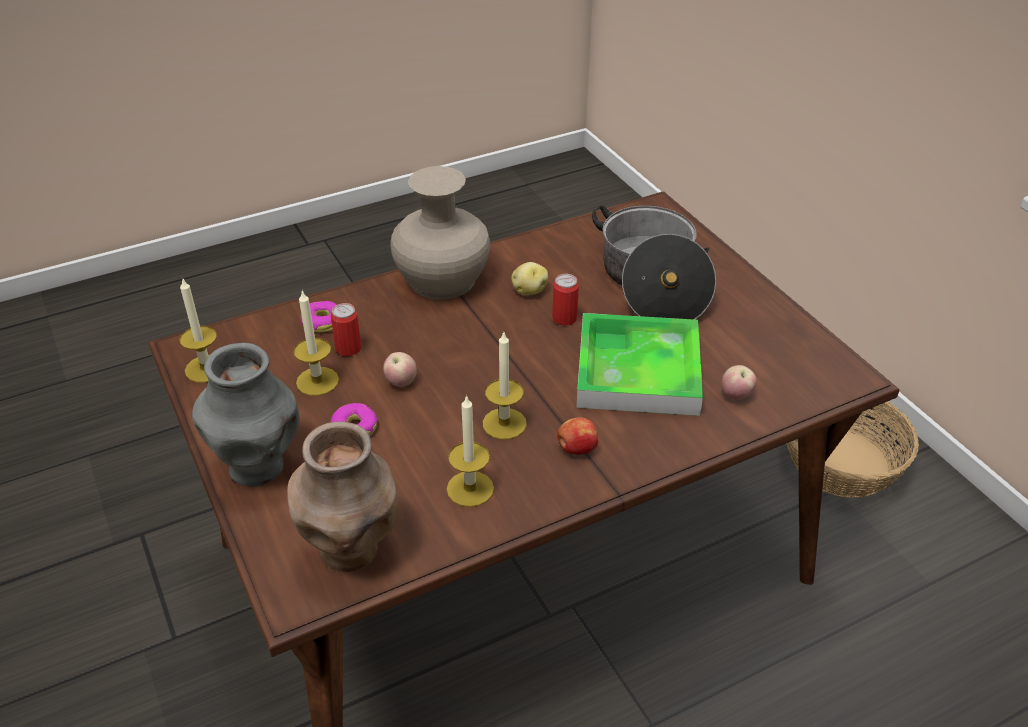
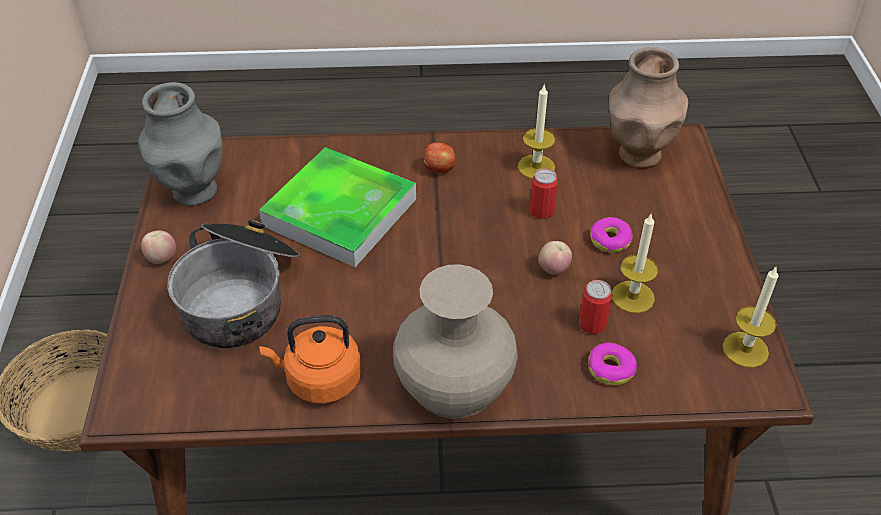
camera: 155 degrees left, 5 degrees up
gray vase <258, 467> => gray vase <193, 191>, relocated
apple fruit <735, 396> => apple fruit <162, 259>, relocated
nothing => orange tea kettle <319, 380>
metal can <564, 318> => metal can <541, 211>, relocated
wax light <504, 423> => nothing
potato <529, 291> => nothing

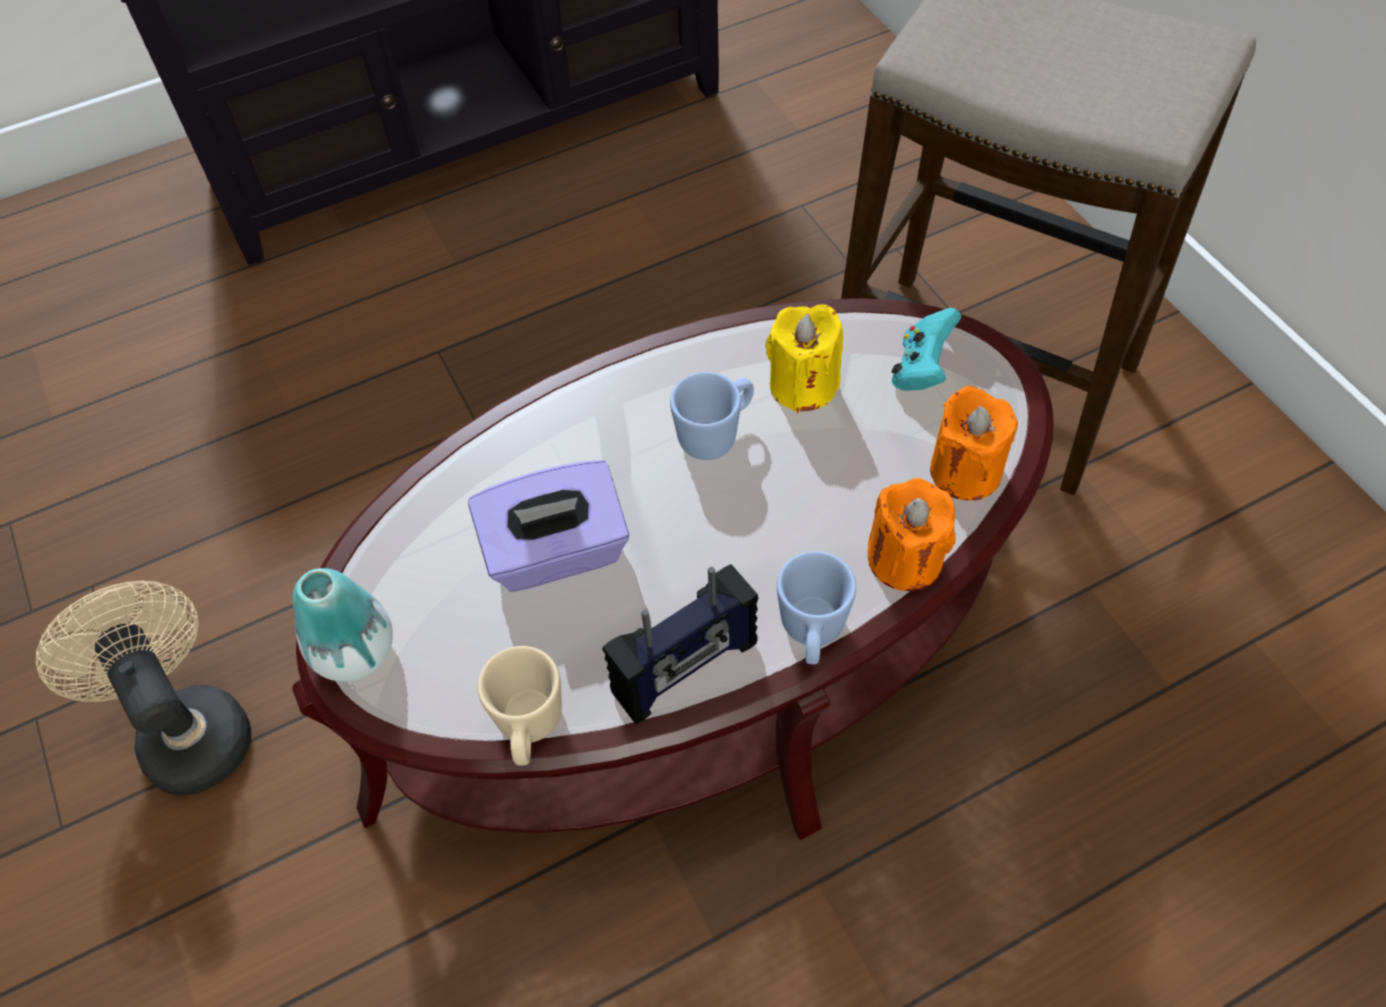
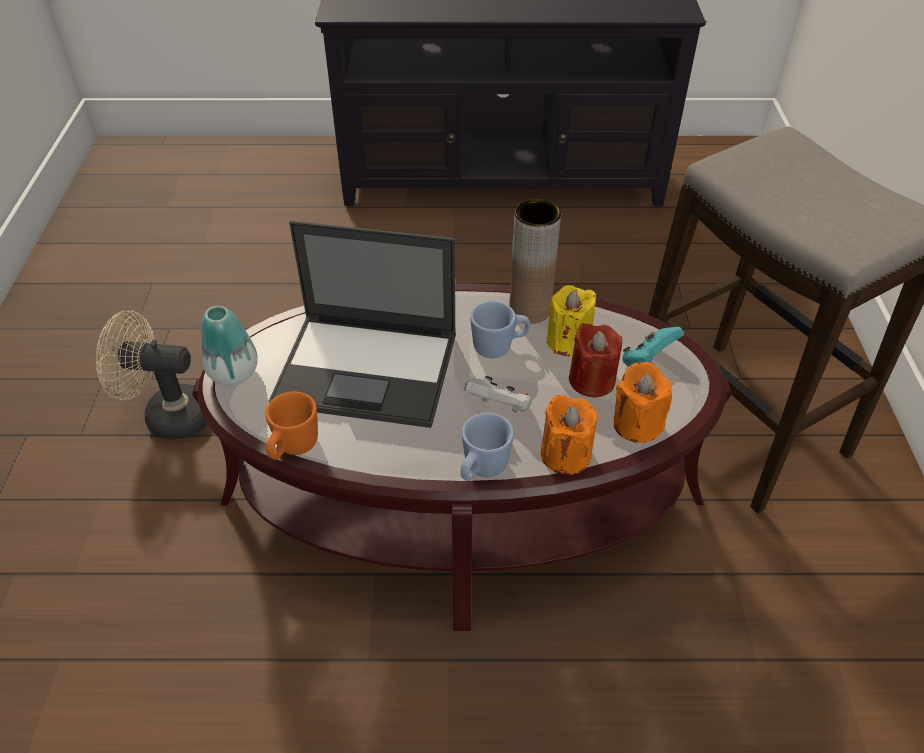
camera: 25 degrees right, 10 degrees down
sand-coloured electric fan <189, 729> => sand-coloured electric fan <168, 416>, 75 degrees counterclockwise
sand-coloured tea mug <529, 729> => orange tea mug <293, 448>
purple box of tissues <557, 553> => notebook computer <369, 370>
nothing => white-coloured gamepad <500, 407>
nothing => brown-coloured vase <530, 309>
nothing => reddish wax light <591, 380>
radio set <686, 670> => nothing

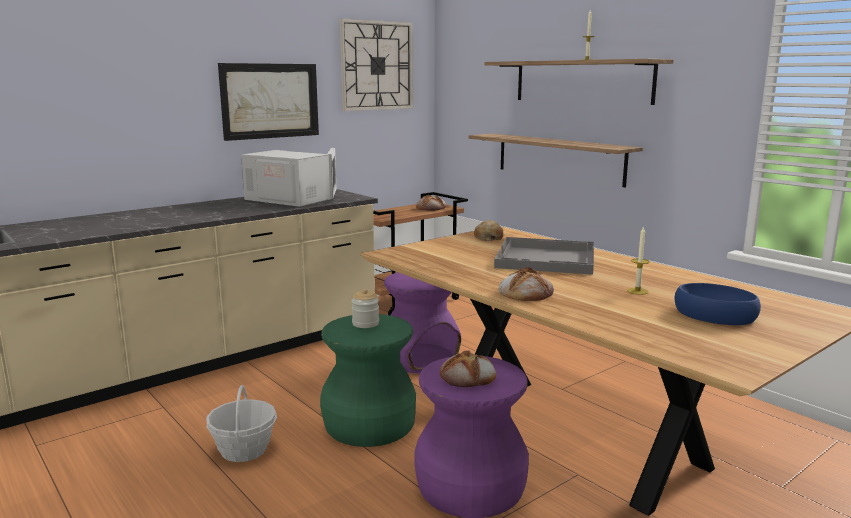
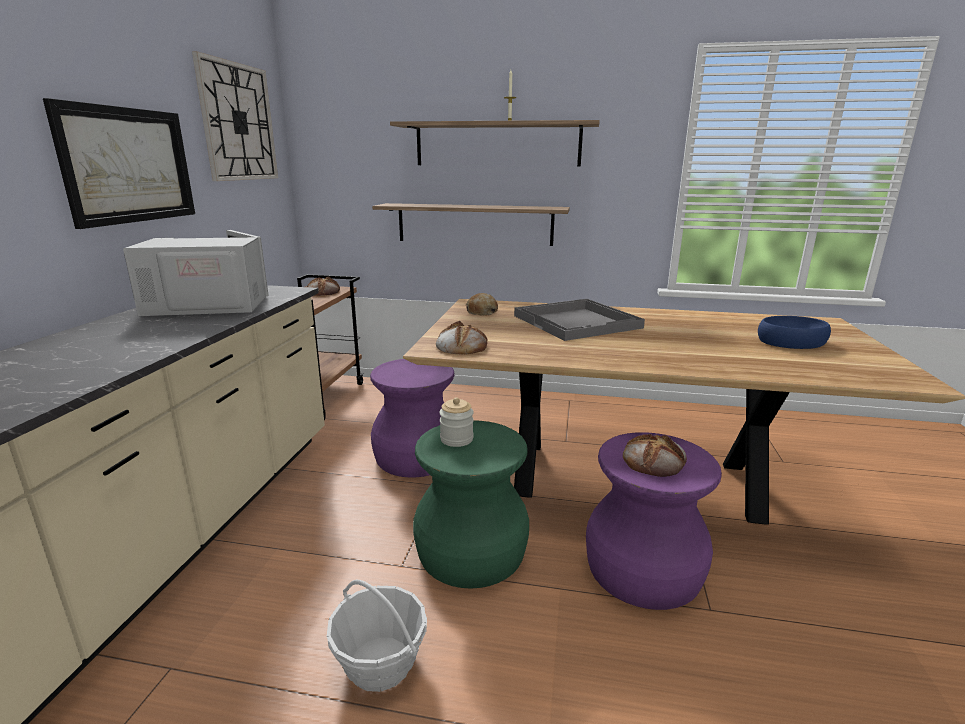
camera: 40 degrees left, 5 degrees up
baked bread <525, 292> => baked bread <461, 346>, relocated
wax light <637, 291> => nothing

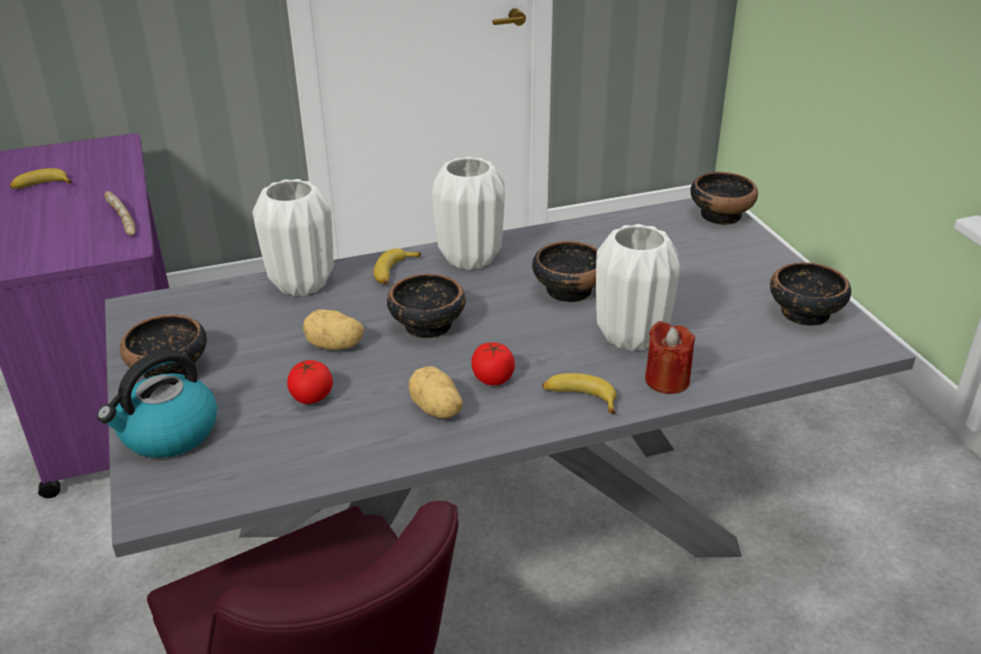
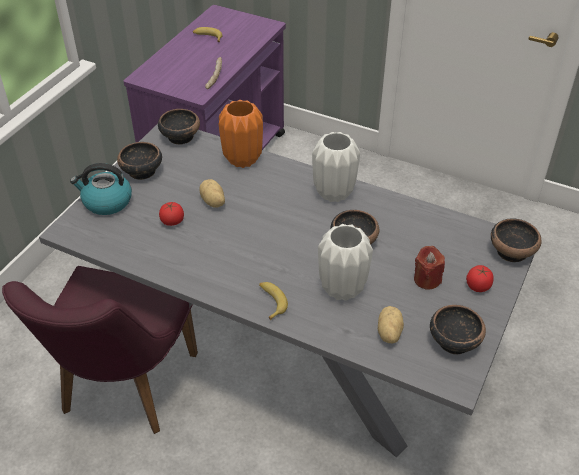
camera: 45 degrees right, 10 degrees up
deep dish <426, 325> => deep dish <180, 136>, relocated
white-coloured vase <302, 285> => orange vase <242, 160>
potato <436, 410> => potato <388, 333>, relocated
reddish wax light <667, 380> => reddish wax light <427, 279>, relocated
whole tomato <493, 378> => whole tomato <478, 286>, relocated
banana <394, 272> => nothing

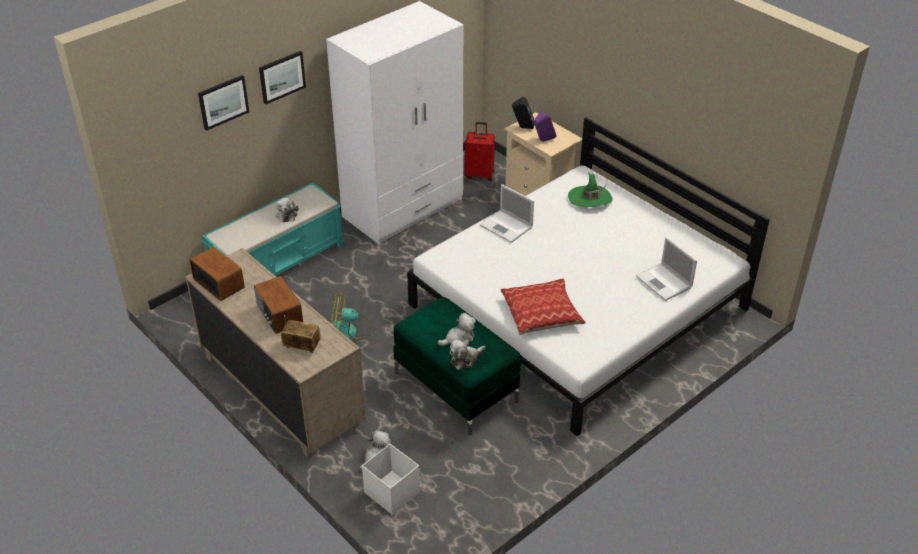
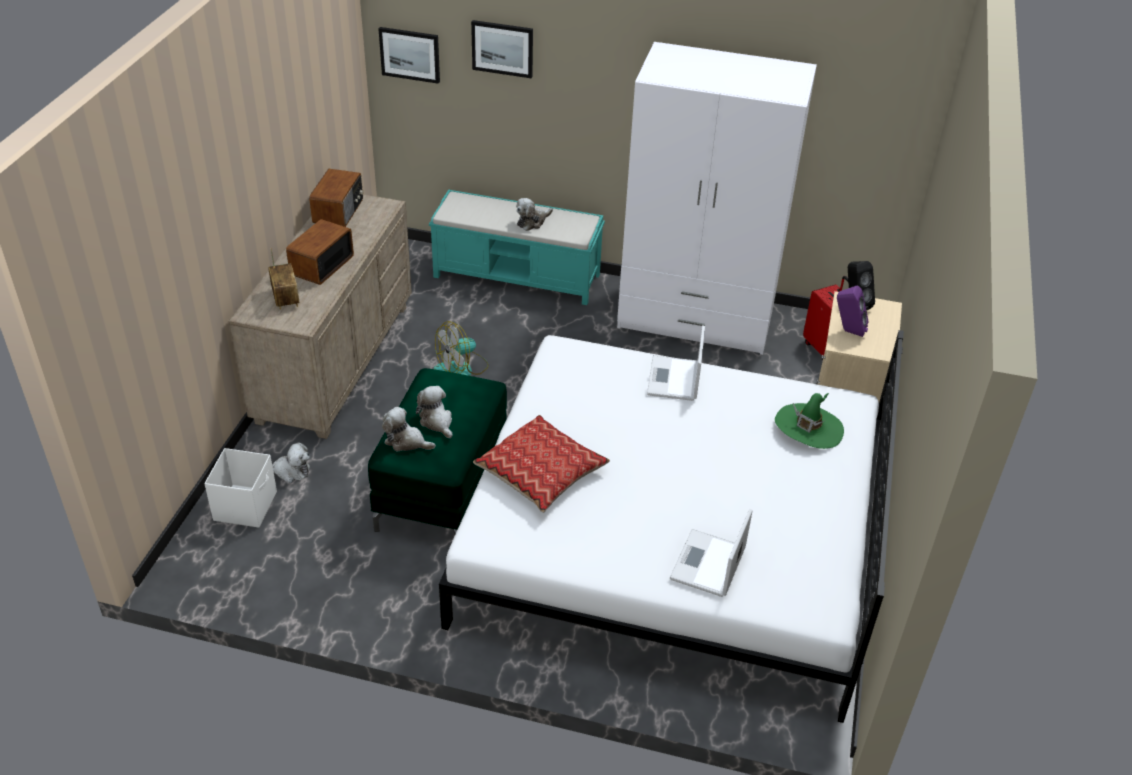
camera: 55 degrees right, 0 degrees up
wall picture <282, 77> => wall picture <410, 54>, relocated
soft toy <459, 338> => soft toy <437, 422>, 150 degrees counterclockwise
electric fan <350, 331> => electric fan <461, 369>, 90 degrees counterclockwise

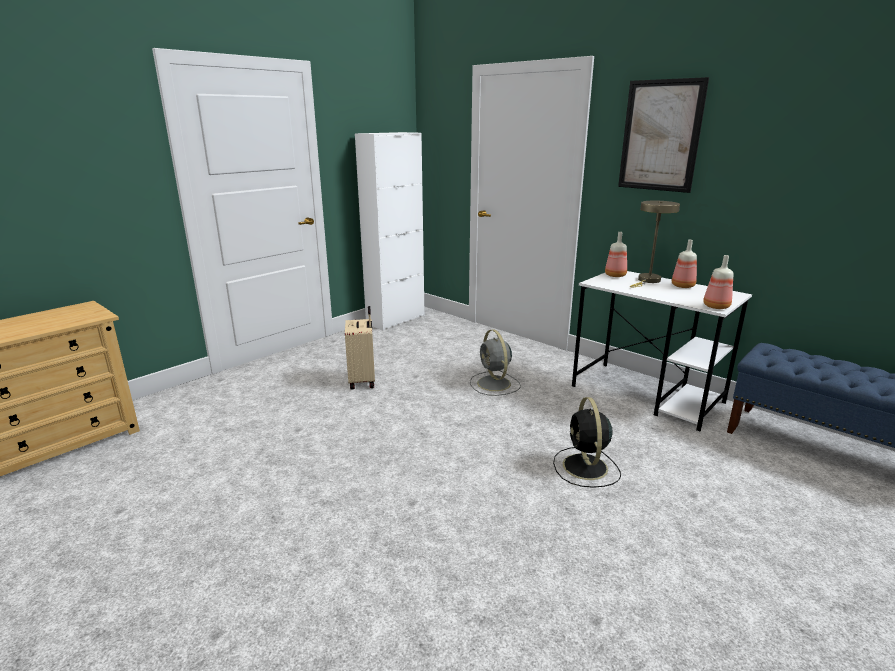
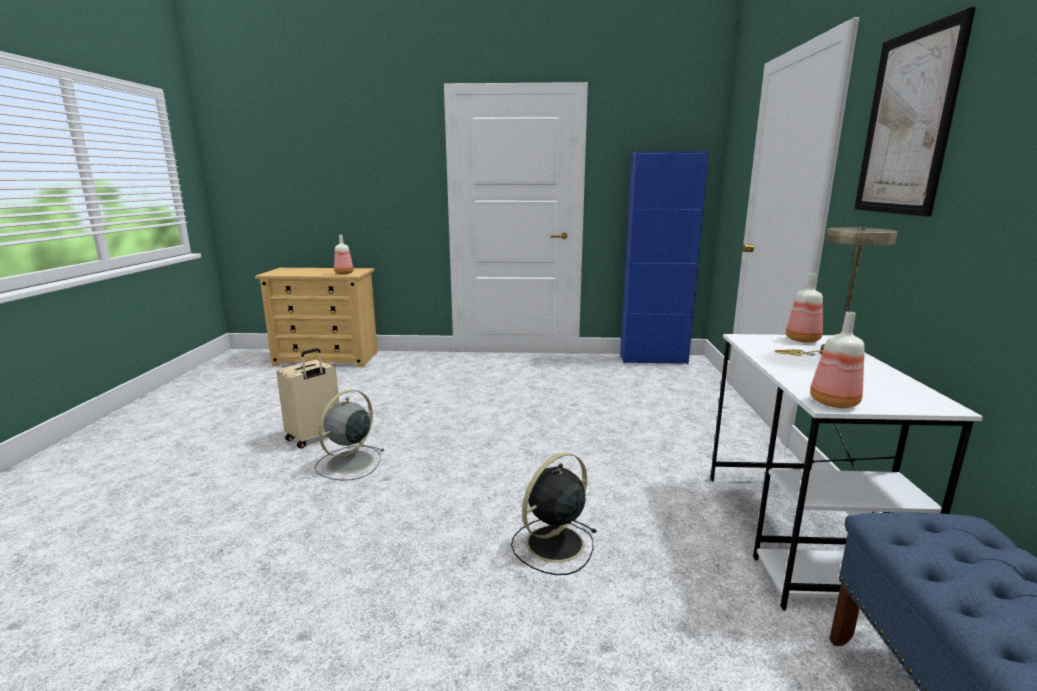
camera: 50 degrees right, 5 degrees down
sand-coloured suitcase <363, 381> => sand-coloured suitcase <314, 437>, relocated
gray electric fan <494, 384> => gray electric fan <349, 463>, relocated
beverage bottle <683, 286> => beverage bottle <344, 273>, relocated
white-coloured cabinet <395, 319> => bluish cabinet <653, 359>

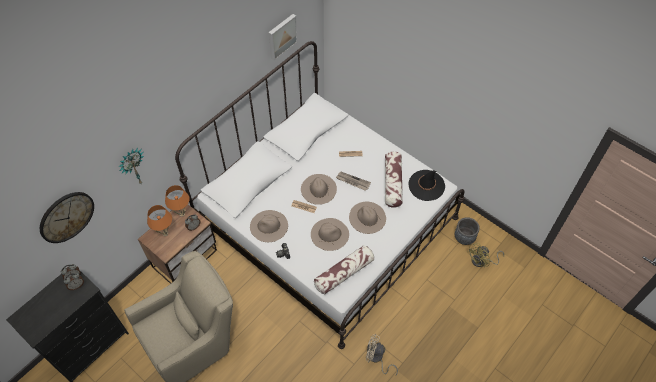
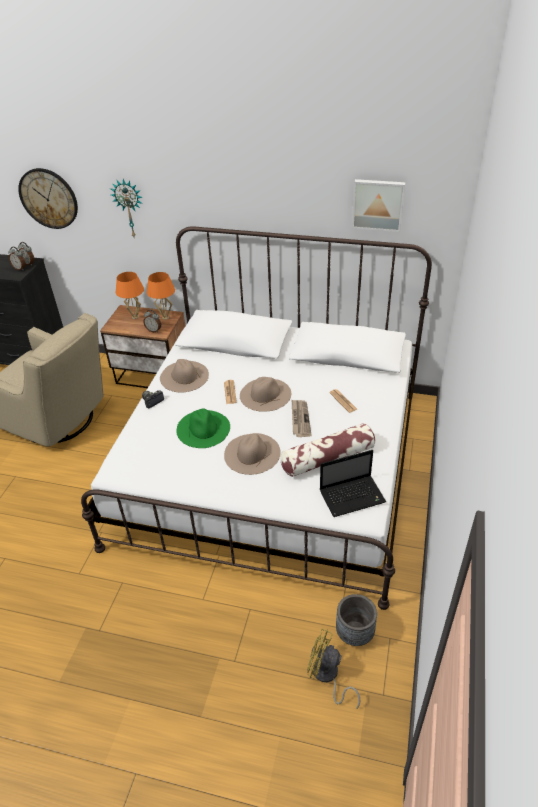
camera: 65 degrees right, 15 degrees down
sand-coloured clothing hat <329, 234> => green clothing hat <203, 428>
black-coloured clothing hat <426, 185> => notebook computer <353, 496>
pillow <344, 273> => nothing
sand-coloured electric fan <376, 358> => nothing

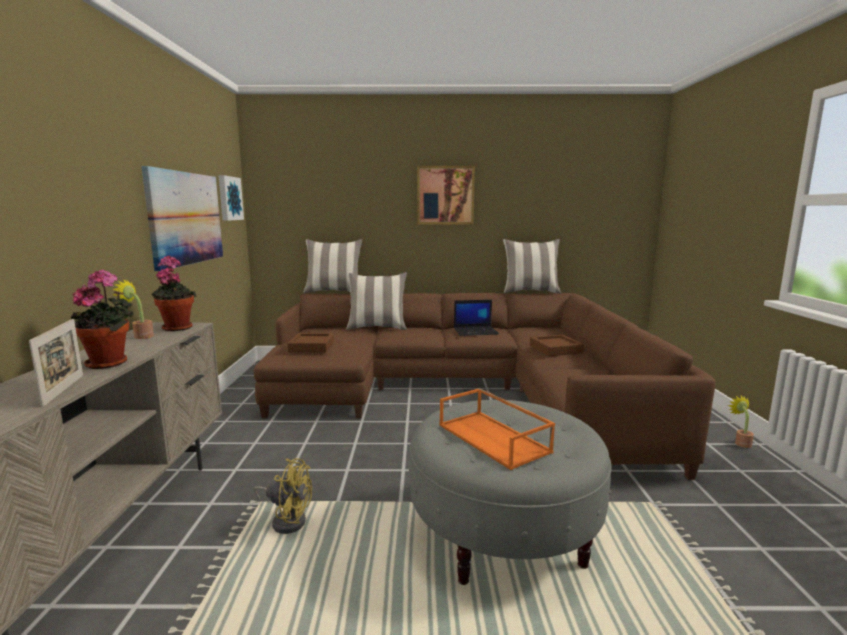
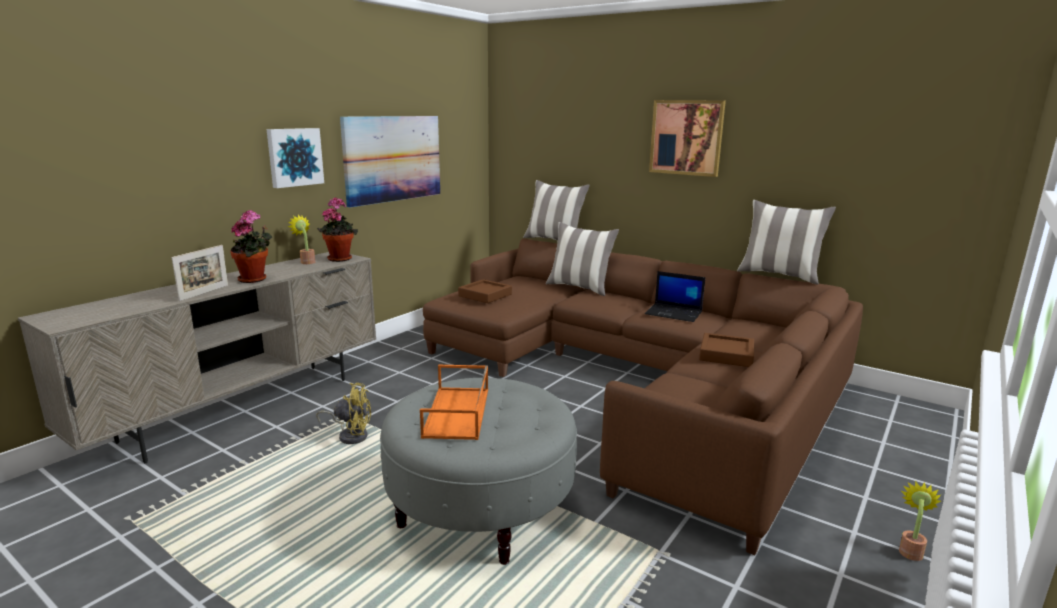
camera: 35 degrees right, 5 degrees up
wall picture <229, 198> => wall picture <294, 157>, relocated
yellowish electric fan <287, 519> => yellowish electric fan <350, 435>, 45 degrees counterclockwise

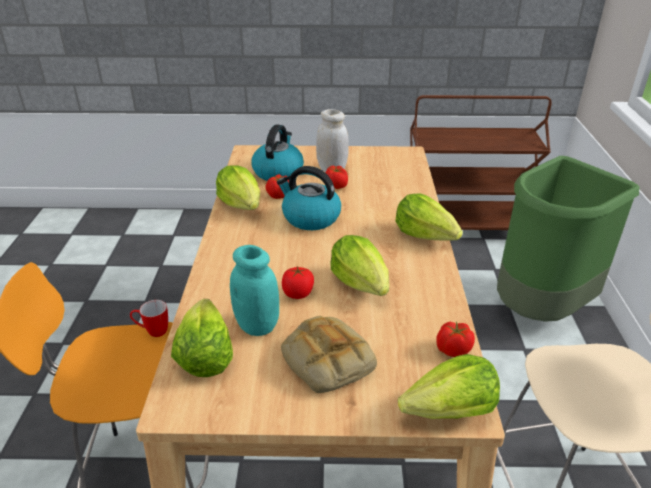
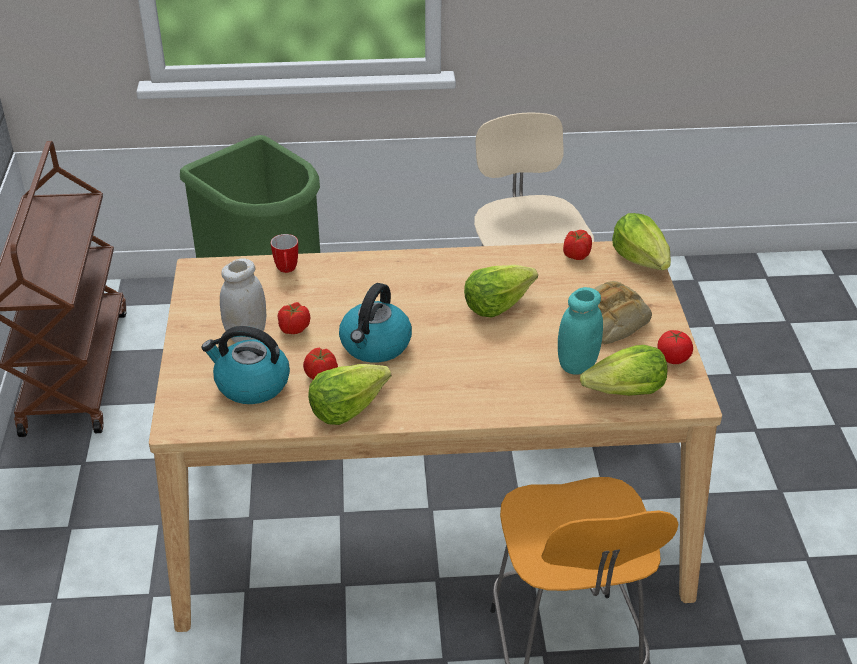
camera: 95 degrees left, 5 degrees up
tea mug <152, 331> => tea mug <287, 271>, relocated
whole tomato <298, 293> => whole tomato <673, 358>, relocated
lettuce <426, 235> => nothing

